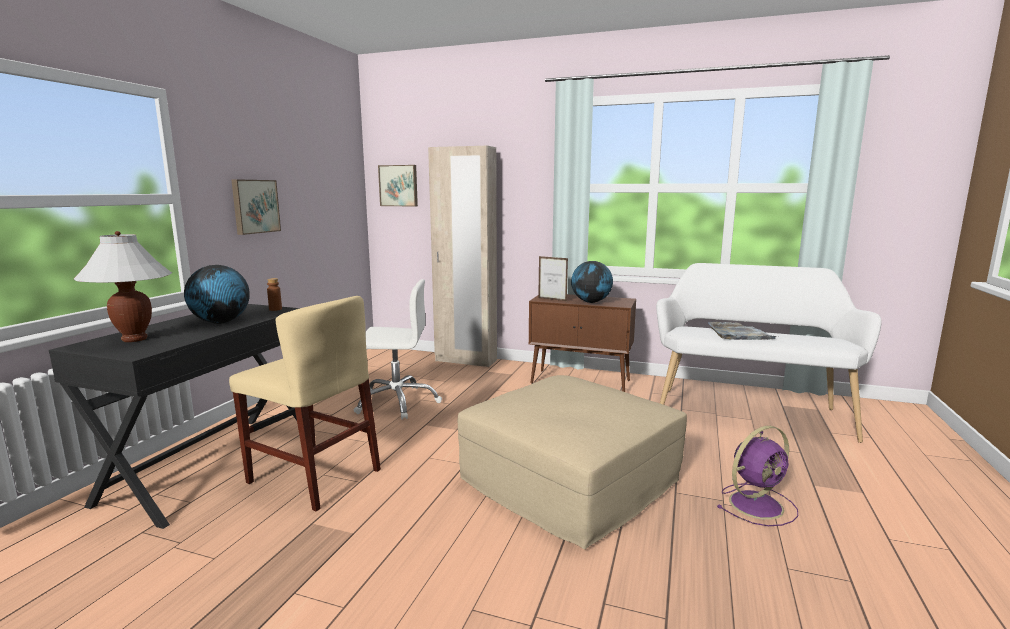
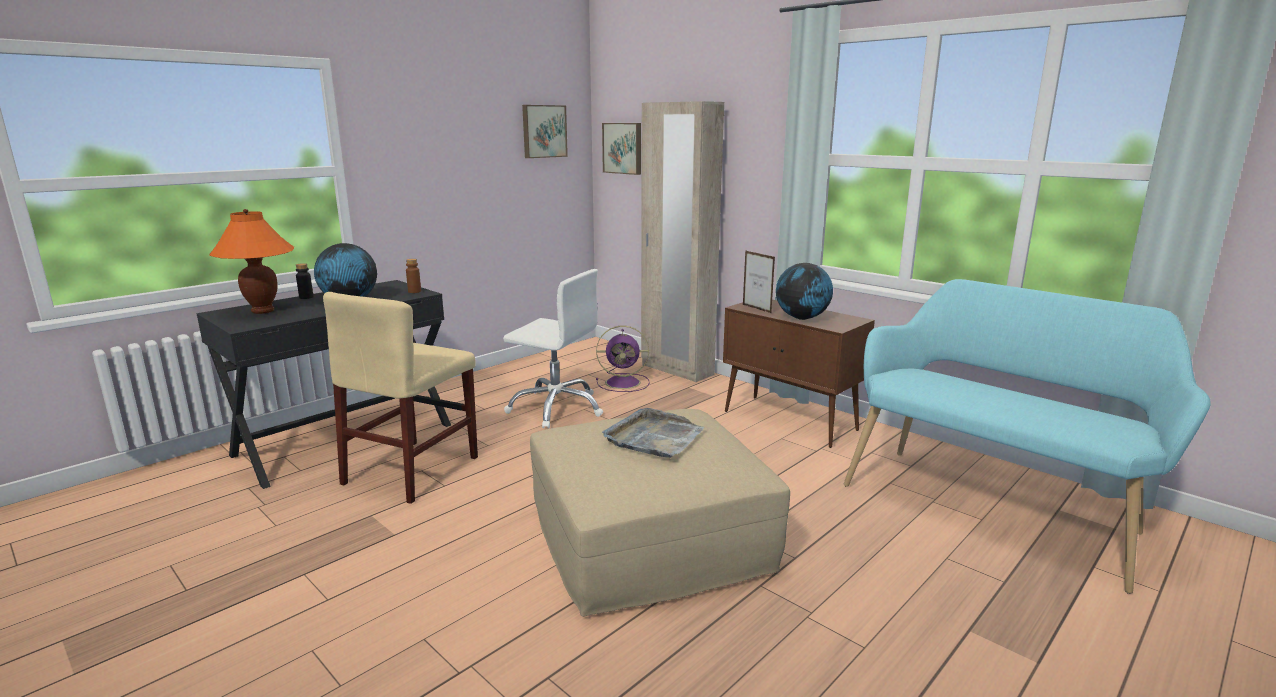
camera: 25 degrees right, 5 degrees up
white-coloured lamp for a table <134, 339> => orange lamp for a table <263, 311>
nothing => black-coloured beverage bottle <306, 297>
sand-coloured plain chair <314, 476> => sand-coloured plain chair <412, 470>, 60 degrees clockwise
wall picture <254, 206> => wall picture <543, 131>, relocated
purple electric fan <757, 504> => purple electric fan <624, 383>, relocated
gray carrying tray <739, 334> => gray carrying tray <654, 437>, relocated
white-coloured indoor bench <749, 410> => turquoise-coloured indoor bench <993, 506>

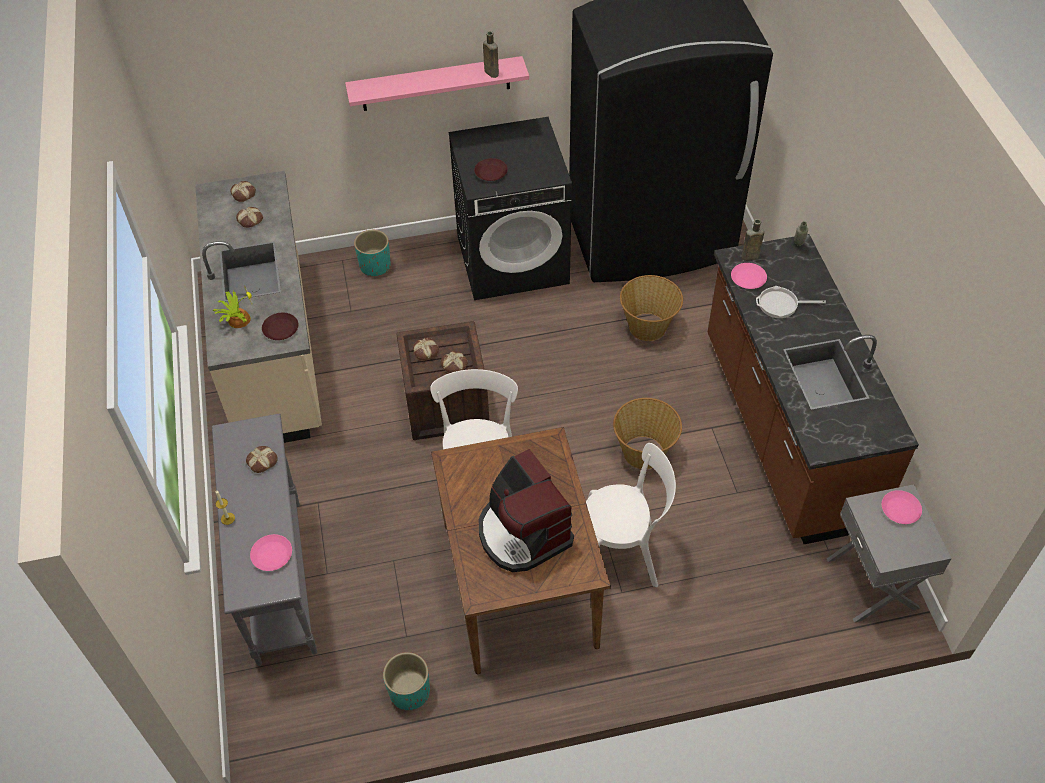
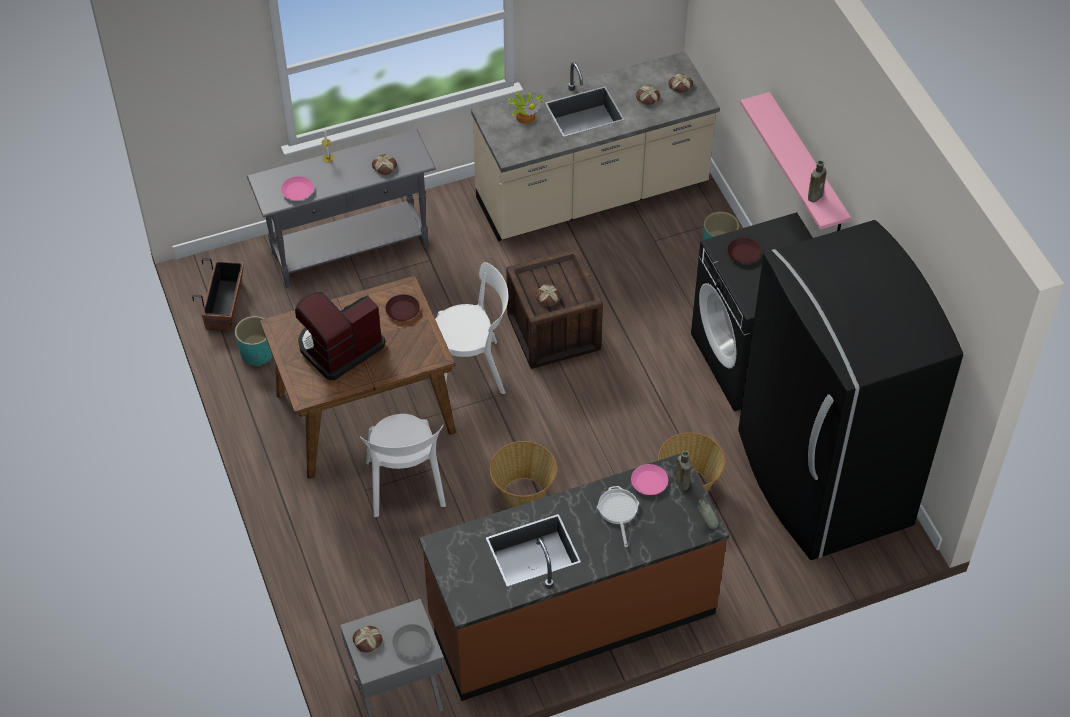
camera: 80 degrees right, 0 degrees up
nothing => plant pot <225, 306>
baked bread <426, 351> => baked bread <368, 641>, relocated
brown-coloured plate <280, 329> => brown-coloured plate <402, 310>, relocated
pink plate <900, 510> => gray plate <411, 643>

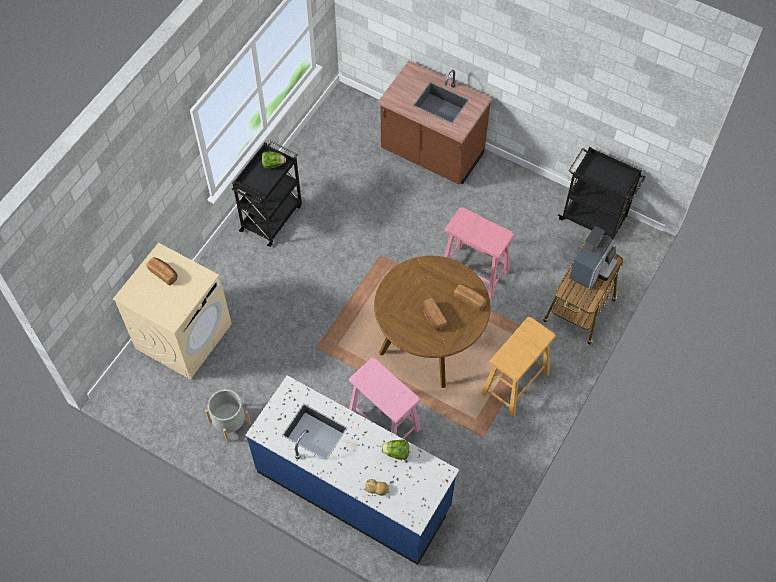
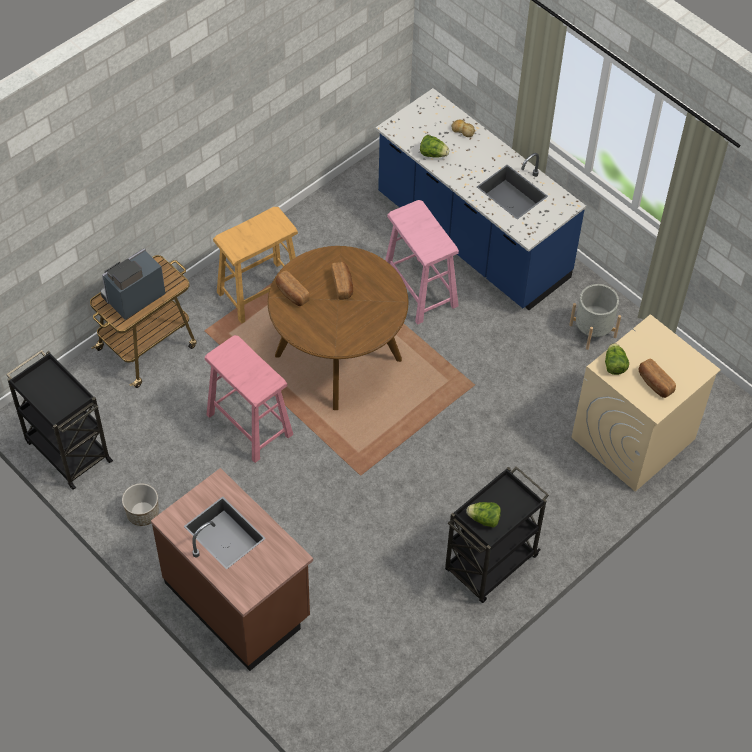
camera: 165 degrees left, 5 degrees down
nothing => plant pot <143, 513>
nothing => lettuce <614, 365>

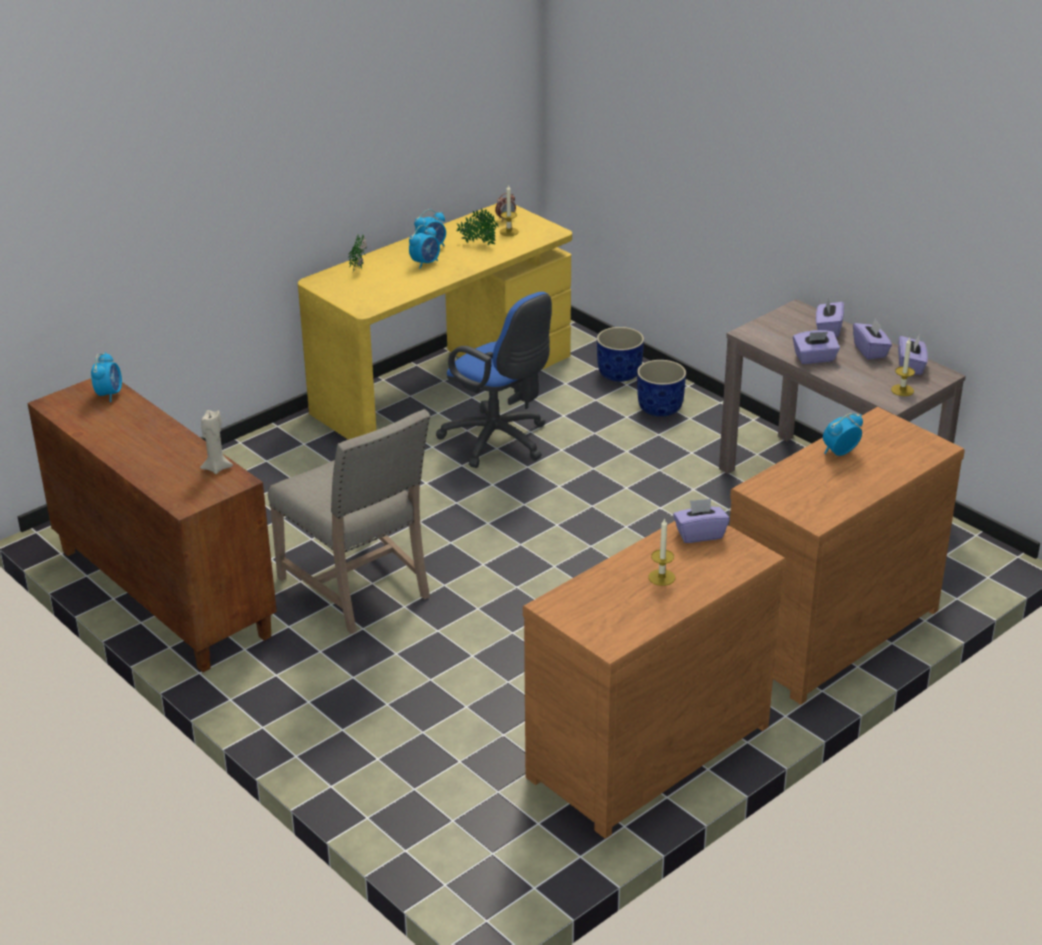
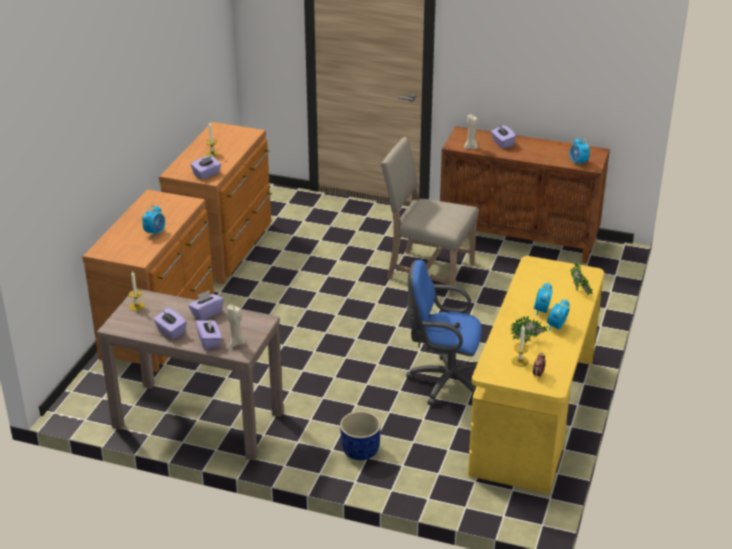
camera: 150 degrees right, 0 degrees up
nothing => sand-coloured wax light <237, 343>
purple box of tissues <911, 366> => purple box of tissues <502, 143>, relocated
bluish plant pot <618, 373> => nothing

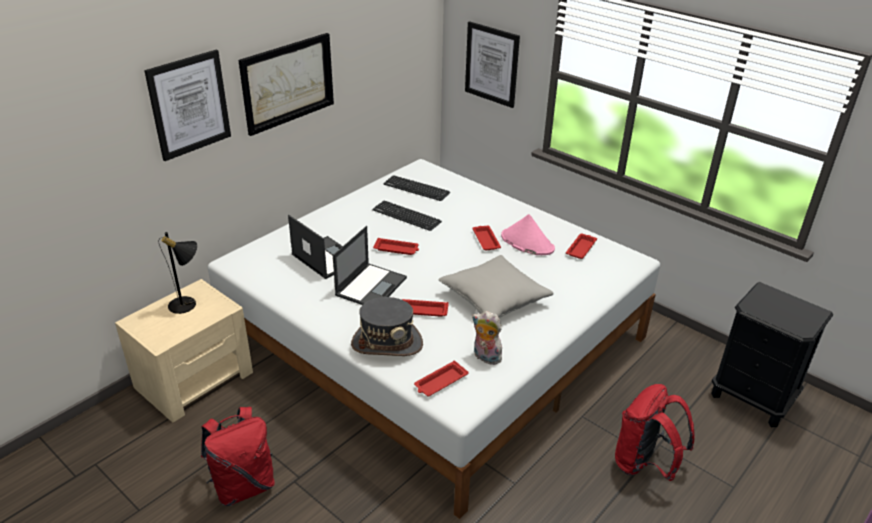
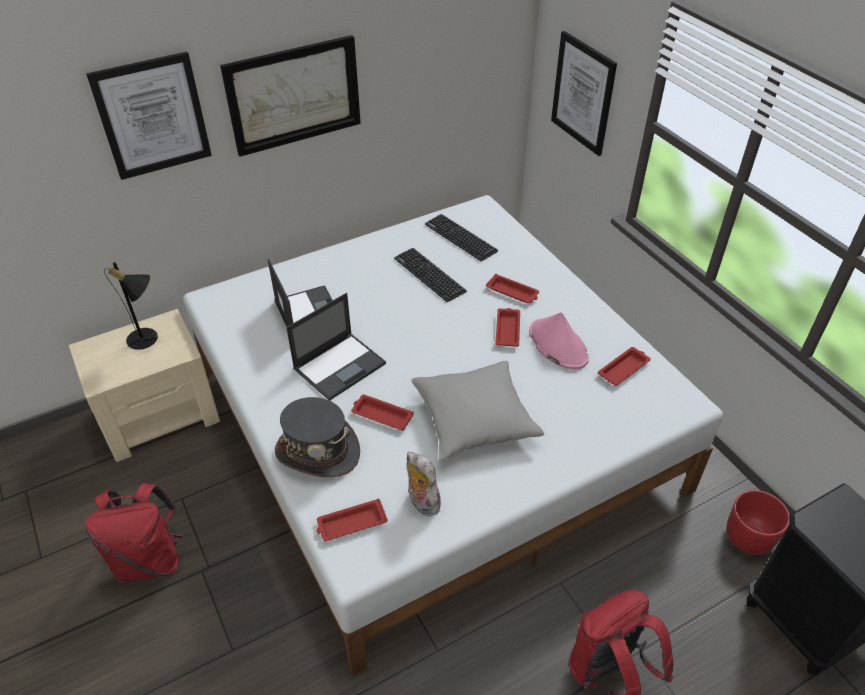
camera: 20 degrees right, 10 degrees up
reddish carrying tray <397, 249> => reddish carrying tray <513, 292>, relocated
nothing => reddish plant pot <748, 537>

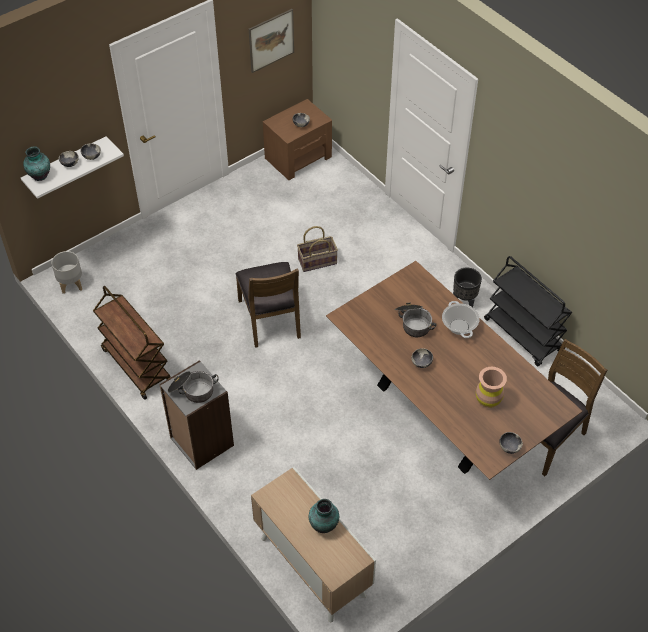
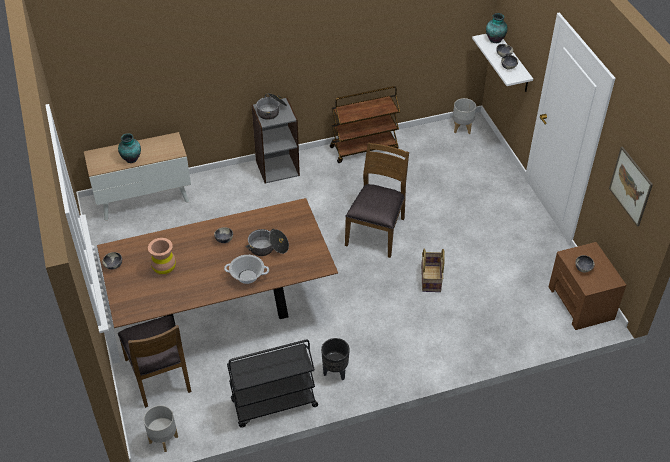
camera: 110 degrees right, 5 degrees down
nothing => gray plant pot <163, 439>
brown-coloured plain chair <270, 319> => brown-coloured plain chair <376, 231>, 105 degrees clockwise

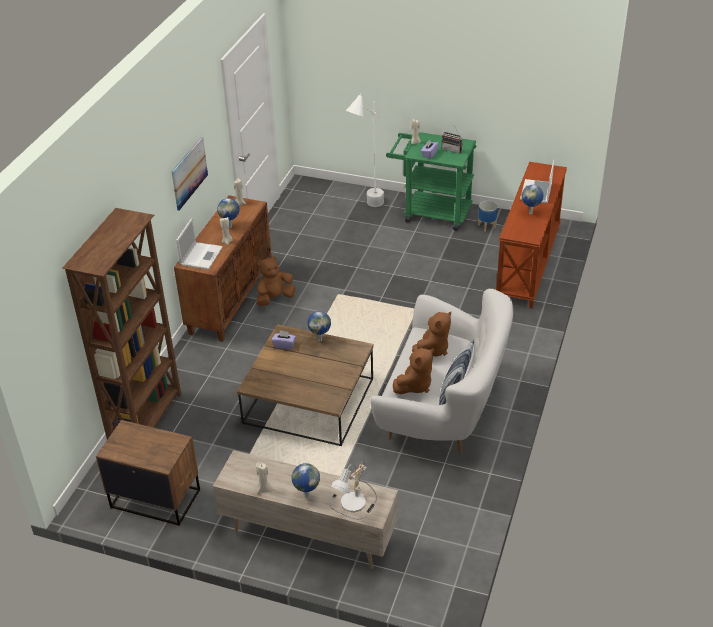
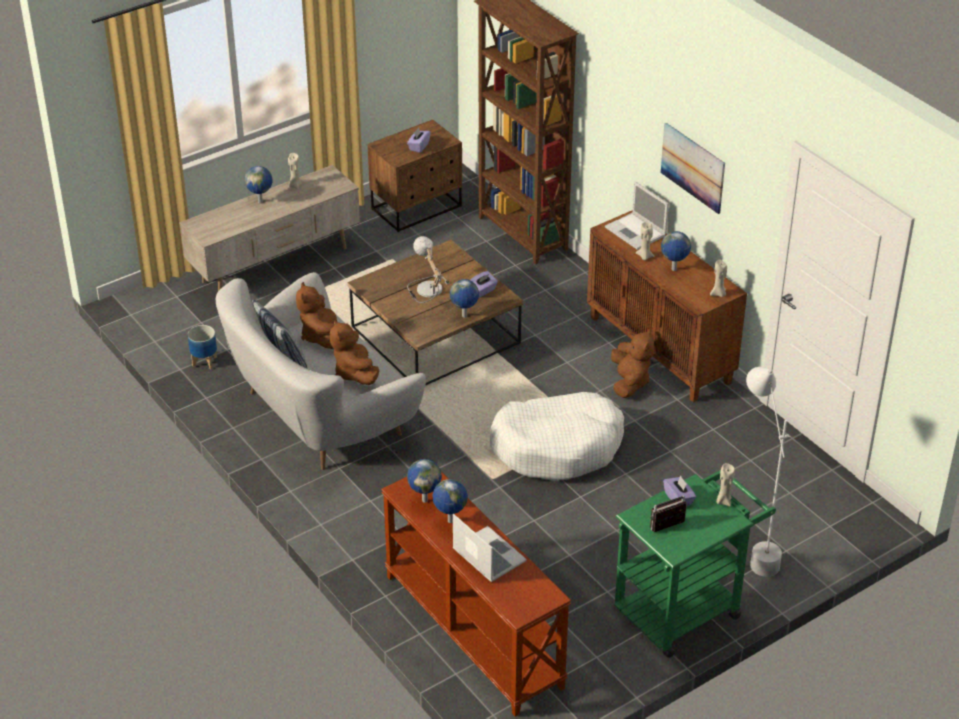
camera: 125 degrees right, 0 degrees up
plant pot <487, 226> => plant pot <204, 362>, relocated
nothing => purple box of tissues <418, 146>
lamp for a table <354, 504> => lamp for a table <426, 289>, relocated
nothing => globe <425, 500>
nothing => white-coloured dog bed <557, 447>

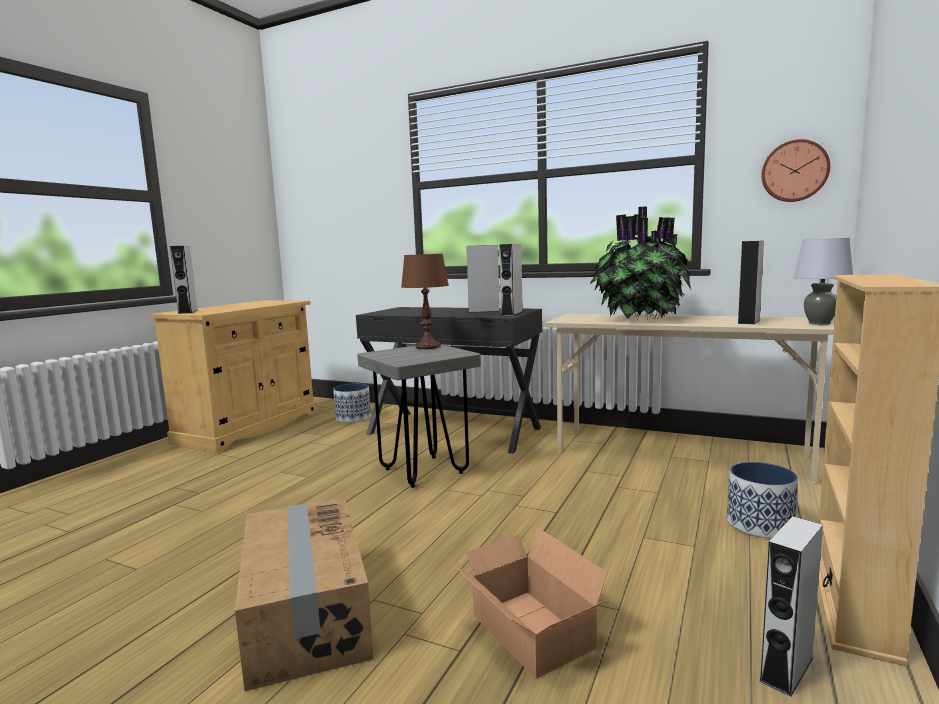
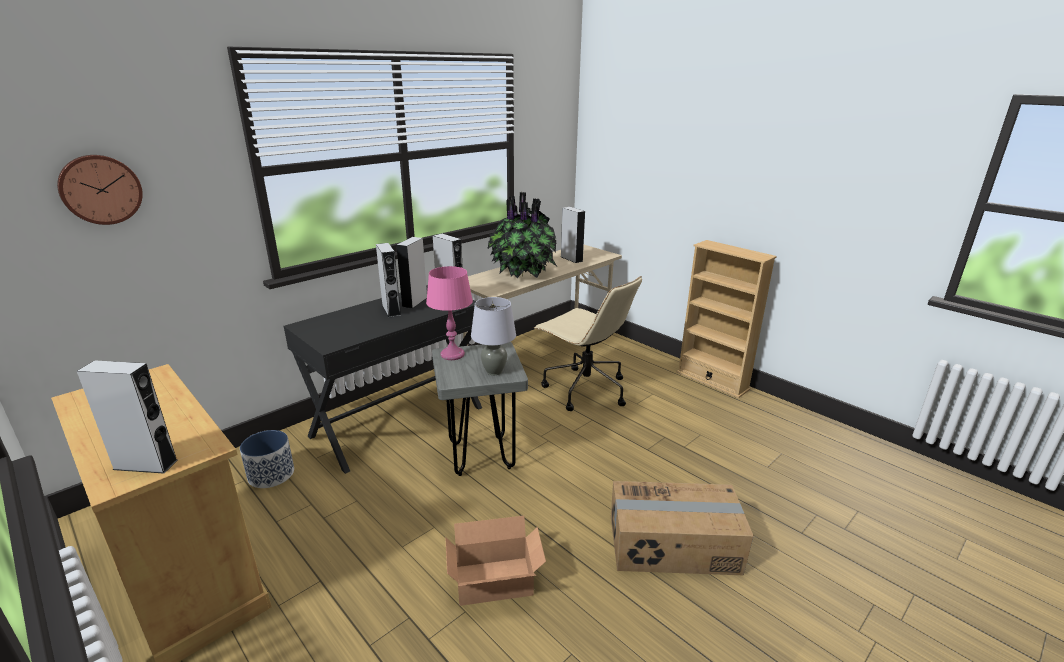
camera: 70 degrees left, 15 degrees up
hanging clock <794, 171> => hanging clock <100, 189>, relocated
gray loudspeaker <786, 669> => gray loudspeaker <391, 310>, relocated
brown-coloured lamp for a table <427, 347> => pink lamp for a table <452, 355>
packing box <529, 634> => packing box <496, 583>, relocated
gray lamp for a table <819, 323> => gray lamp for a table <494, 371>, relocated
nothing => sand-coloured computer chair <584, 389>
plant pot <759, 524> => nothing

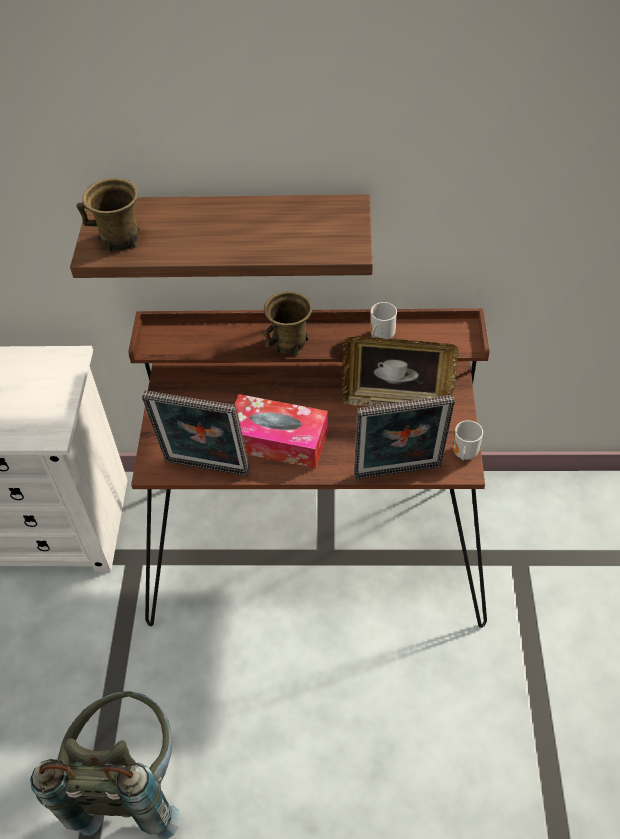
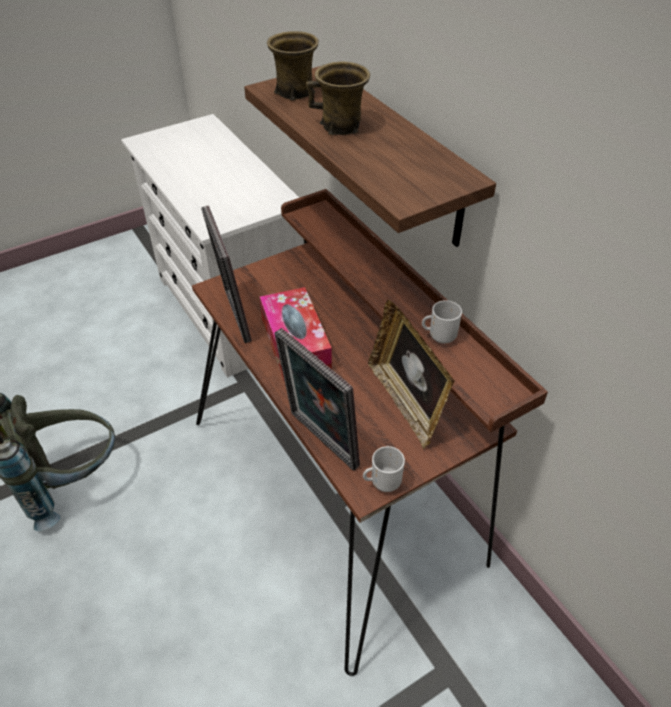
camera: 55 degrees right, 5 degrees down
brown-coloured tea mug <290, 342> => brown-coloured tea mug <341, 126>, relocated

